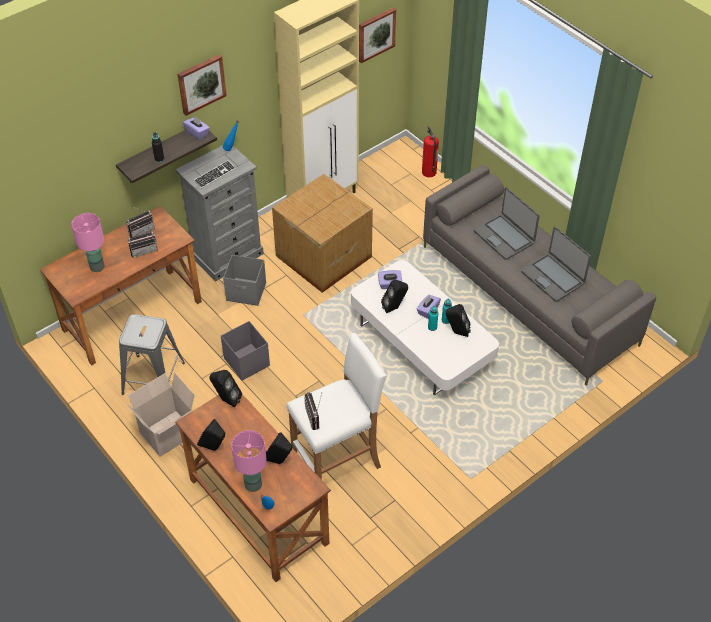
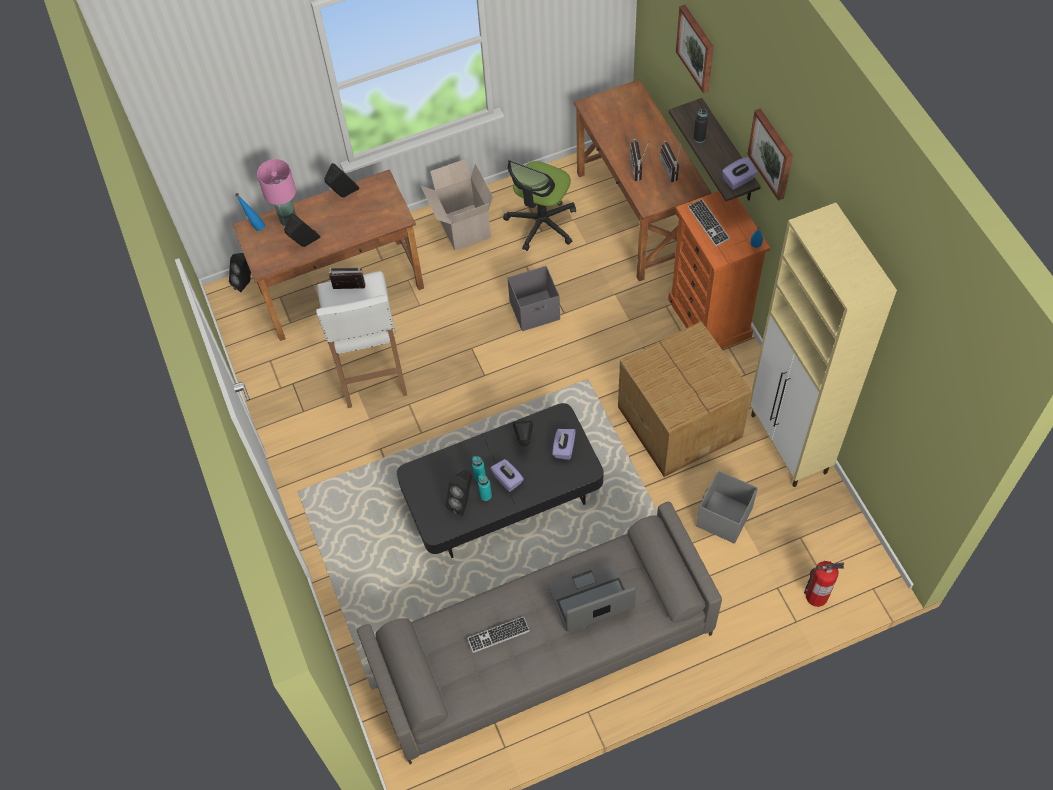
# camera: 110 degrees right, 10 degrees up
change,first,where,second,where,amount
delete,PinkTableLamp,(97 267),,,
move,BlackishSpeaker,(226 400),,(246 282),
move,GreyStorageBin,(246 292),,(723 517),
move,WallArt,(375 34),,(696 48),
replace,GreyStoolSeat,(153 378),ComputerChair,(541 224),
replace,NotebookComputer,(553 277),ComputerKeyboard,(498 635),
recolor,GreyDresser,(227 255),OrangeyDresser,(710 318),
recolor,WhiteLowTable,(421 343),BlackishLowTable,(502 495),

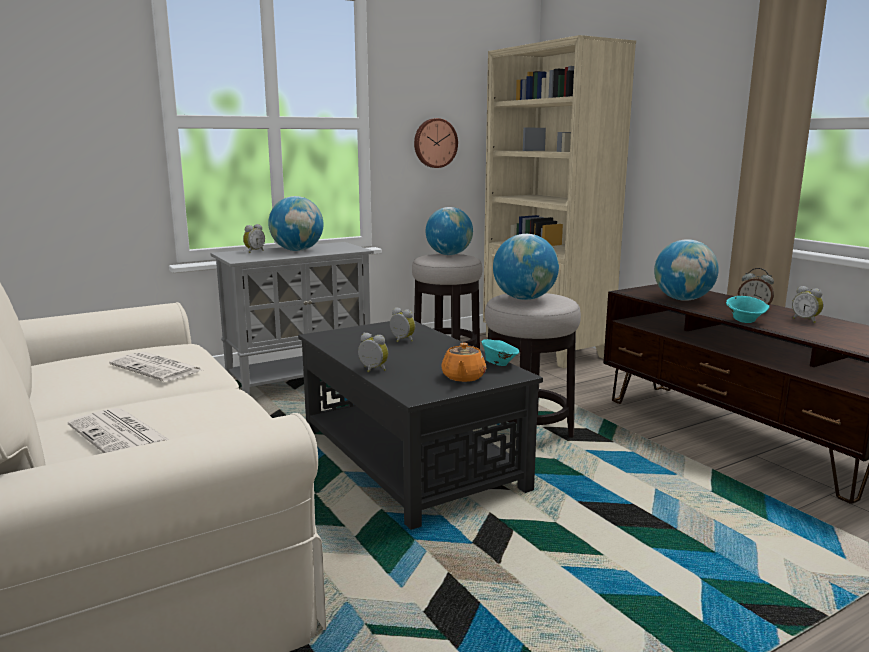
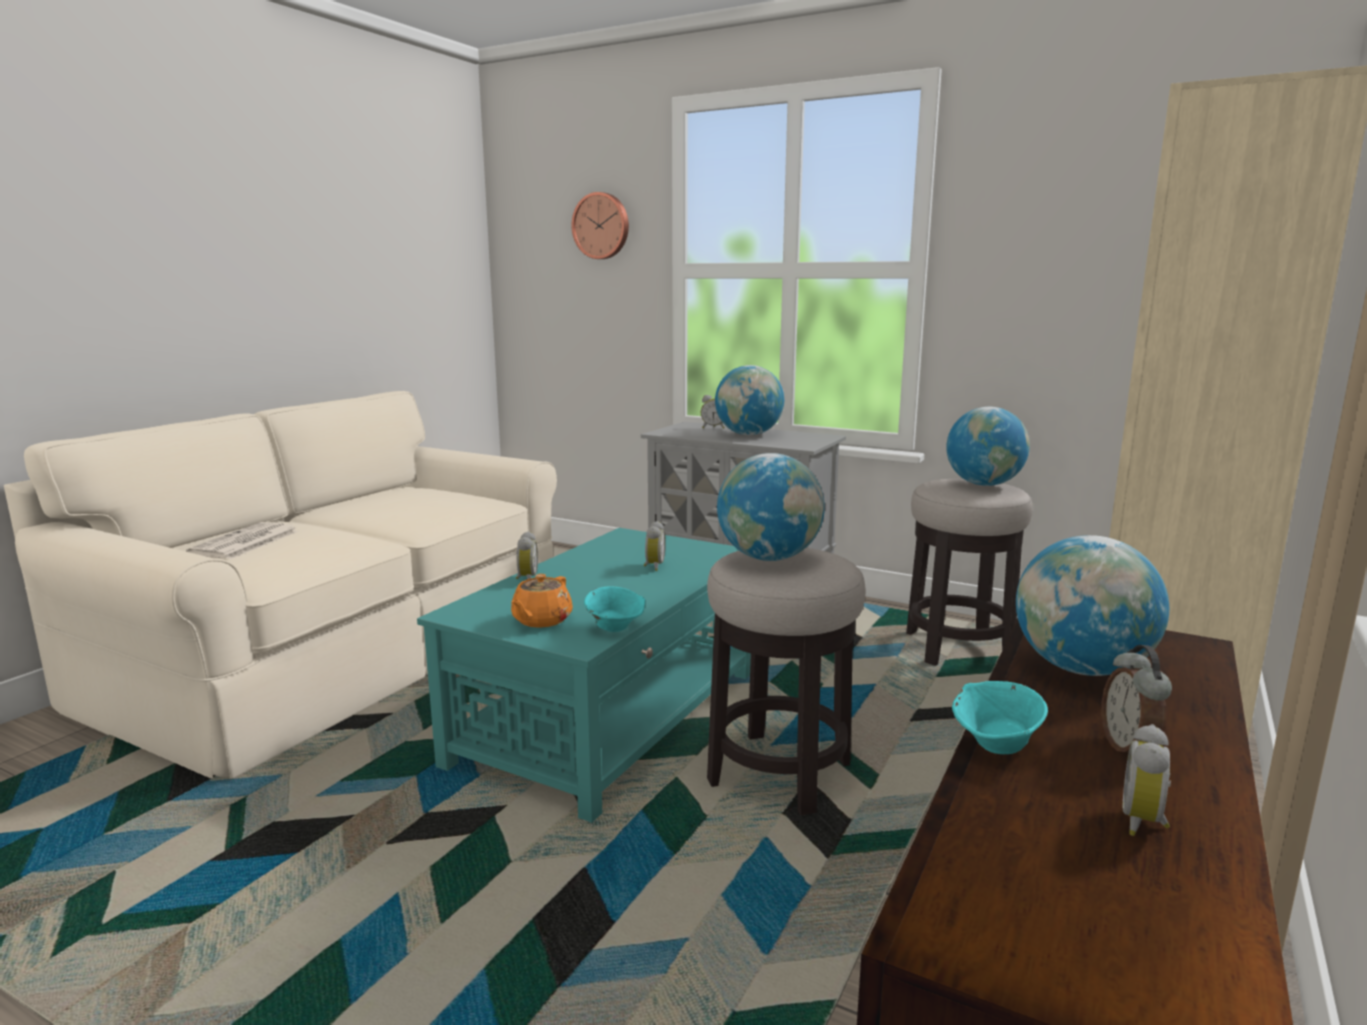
# camera: 60 degrees right, 0 degrees up
change,first,where,second,where,amount
delete,PrintedPaper,(158 368),,,
move,ClockOnTheWall,(434 143),,(602 226),
recolor,BlackishLowTable,(409 458),BlueGreenLowTable,(611 717),
rotate,OrangeyTeapot,(463 377),,(541 620),45 degrees counterclockwise

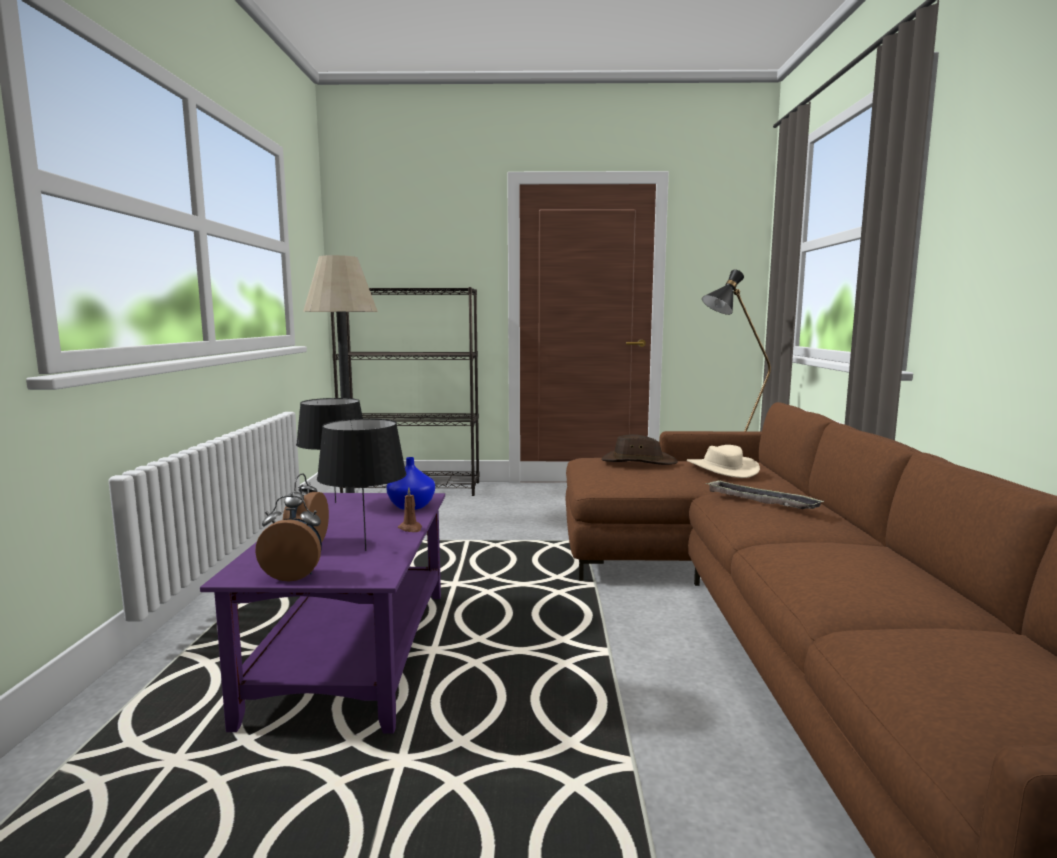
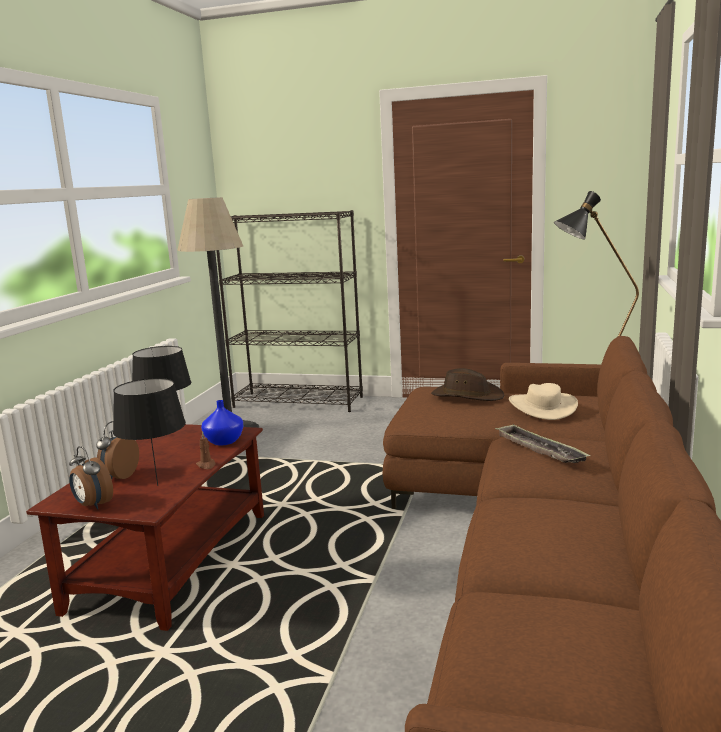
# camera: 15 degrees right, 5 degrees up
change,first,where,second,where,amount
recolor,PurpleColouredLowTable,(354 654),BrownishLowTable,(172 562),
rotate,BedsideClock,(294 575),,(93 505),150 degrees counterclockwise

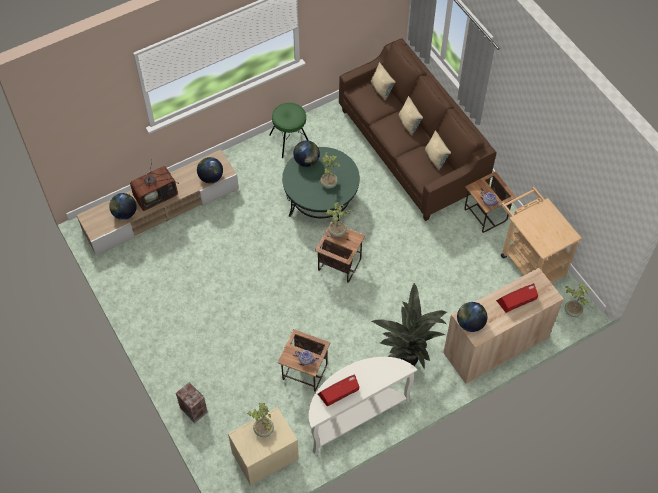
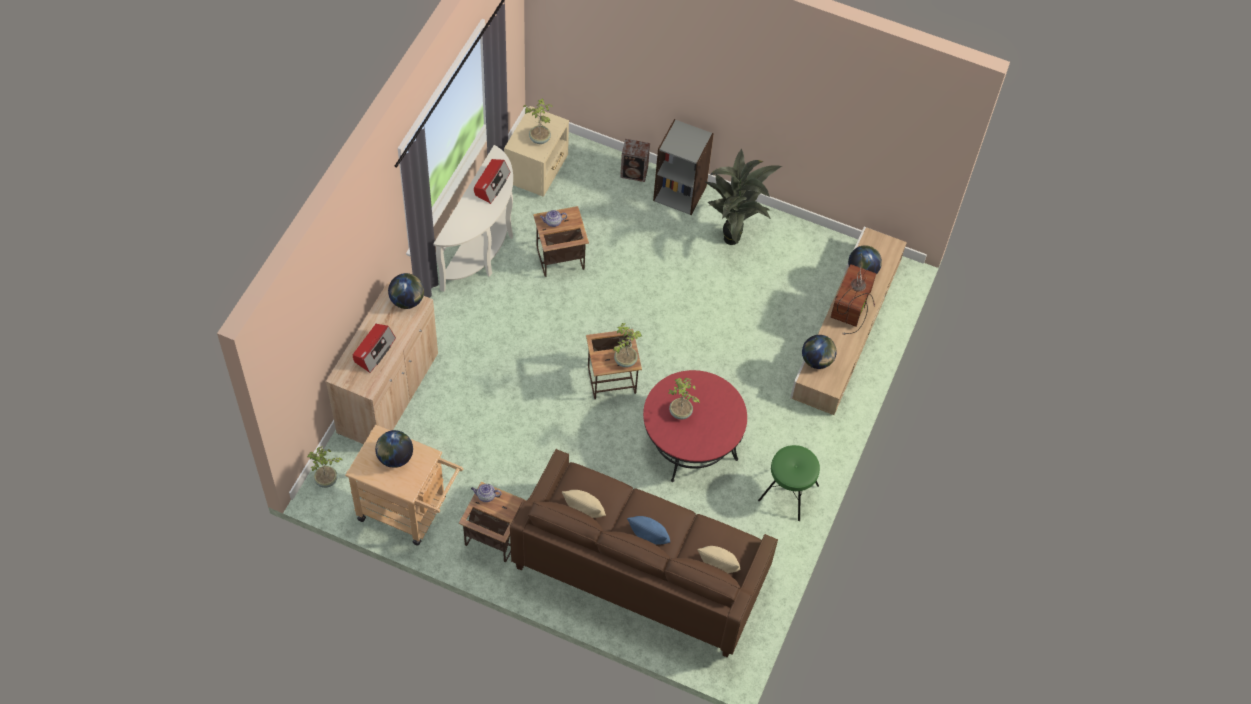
# camera: 140 degrees right, 0 degrees up
change,first,where,second,where,amount
insert,,,GreyBookshelf,(680 192),
move,DeskGlobe,(306 161),,(395 457),
move,PottedPlant,(408 361),,(733 241),
recolor,GreenColouredLowTable,(321 200),RedLowTable,(691 441),
recolor,BeigeColouredPillow,(409 124),BlueColouredPillow,(648 537),

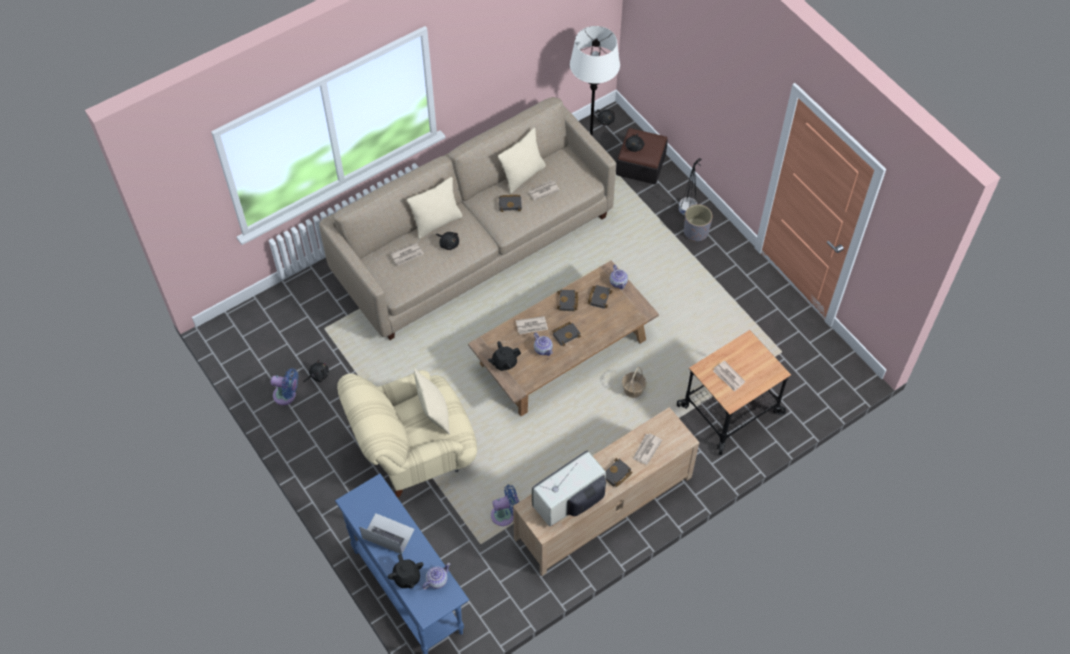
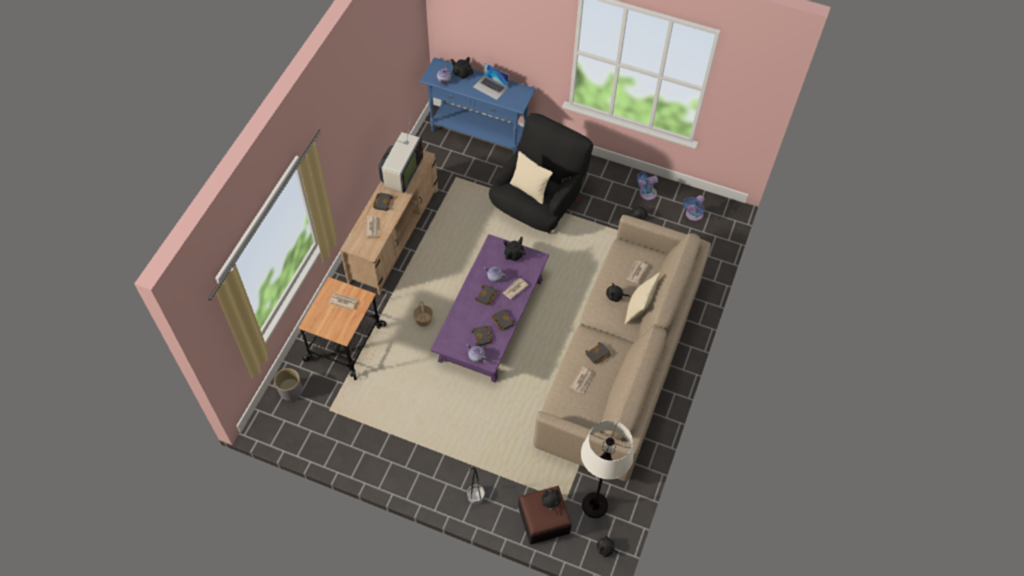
# camera: 145 degrees right, 0 degrees up
change,first,where,second,where,amount
delete,BeigeColouredPillow,(523 175),,,
move,BlueColouredFan,(505 514),,(693 215),
move,GreyFlowerPot,(695 232),,(291 391),
recolor,BeigeColouredEasyChair,(414 452),BlackishEasyChair,(538 204),
recolor,BrownishLowTable,(563 351),PurpleColouredLowTable,(492 320),
rotate,NotebookComputer,(388 533),,(490 87),45 degrees clockwise

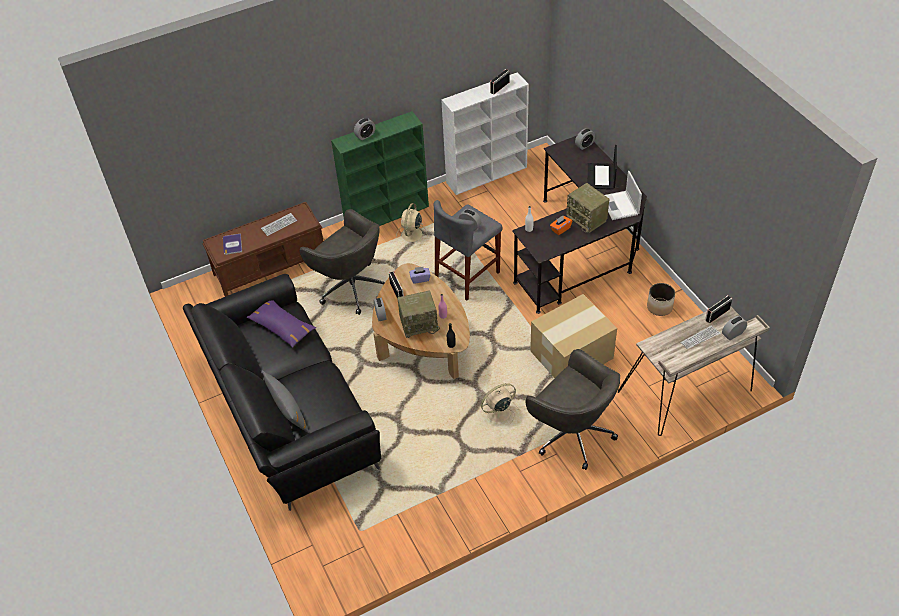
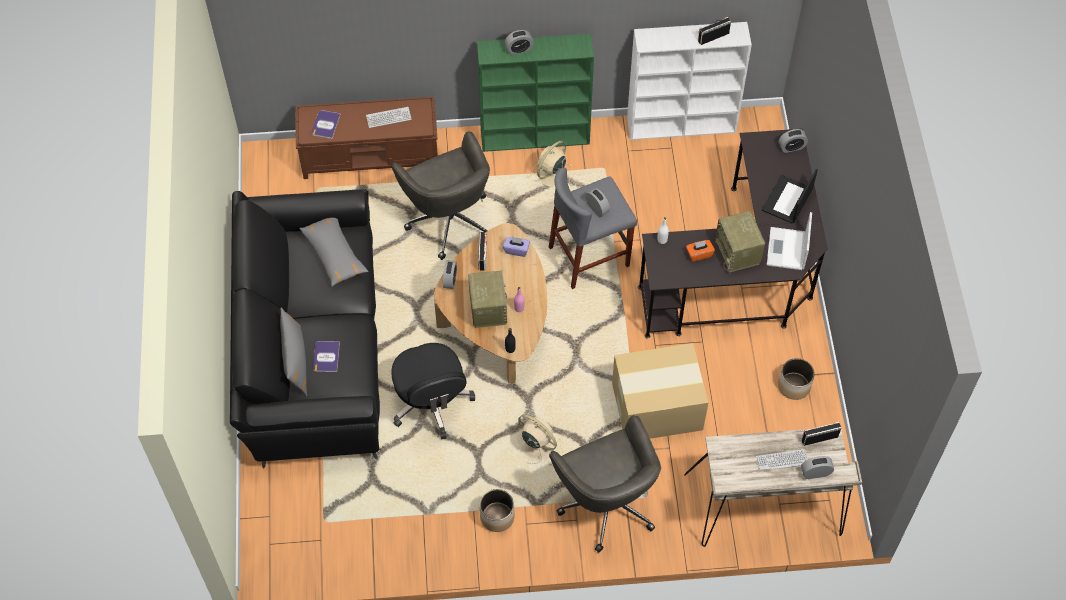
# camera: 20 degrees right, 10 degrees up
change,first,where,second,where,amount
insert,,,Book,(326 357),
insert,,,BlackishComputerChair,(431 402),
insert,,,FlowerPot,(496 517),
recolor,PurpleColouredPillow,(282 327),GreyPillow,(334 254),
rotate,RadioSet,(419 324),,(487 308),105 degrees counterclockwise
rotate,BeigeColouredFan,(497 413),,(536 445),45 degrees clockwise

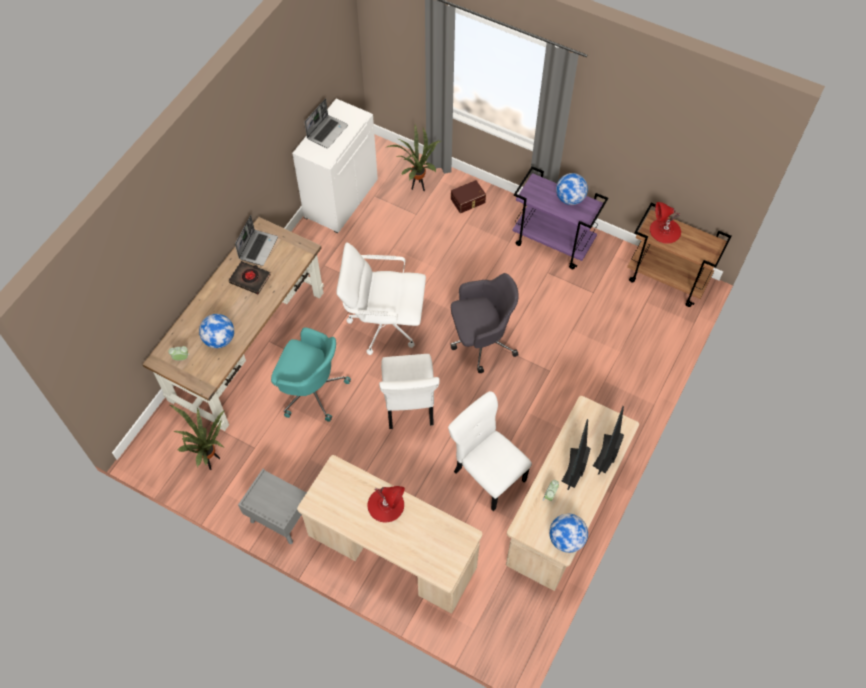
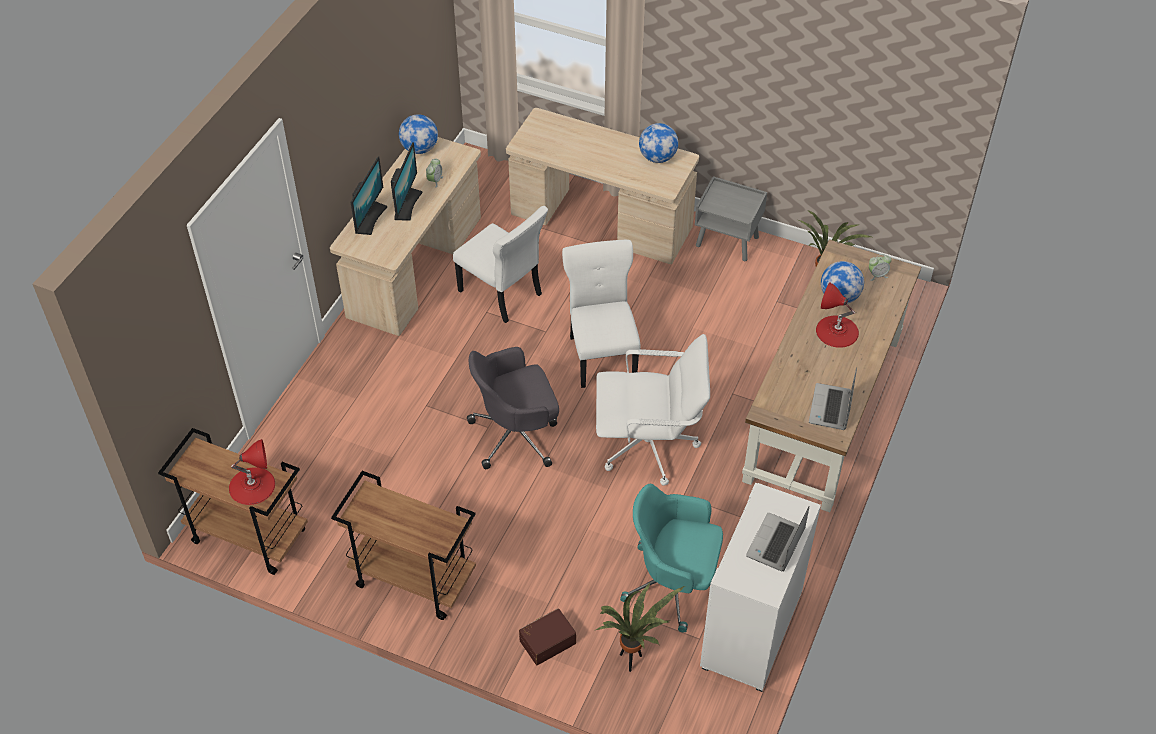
# camera: 175 degrees right, 10 degrees down
change,first,where,second,where,amount
delete,BlackishBook,(250 279),,,
move,BlueGreenComputerChair,(311 390),,(674 584),
move,RedTableLamp,(386 504),,(837 331),
move,DeskGlobe,(570 199),,(657 157),
recolor,PurpleColouredWheeledCart,(553 243),BrownishWheeledCart,(412 580),

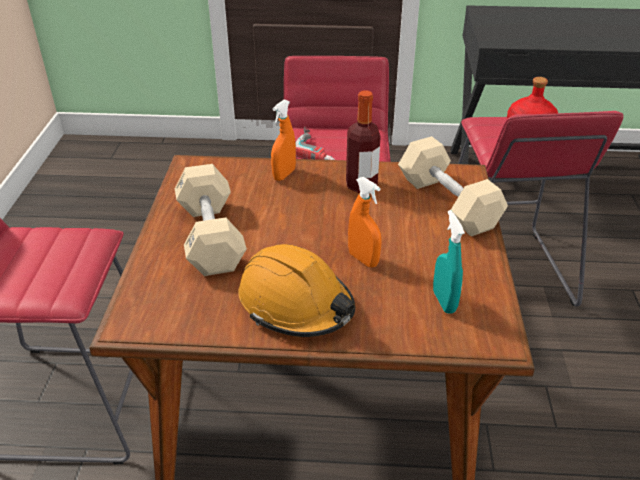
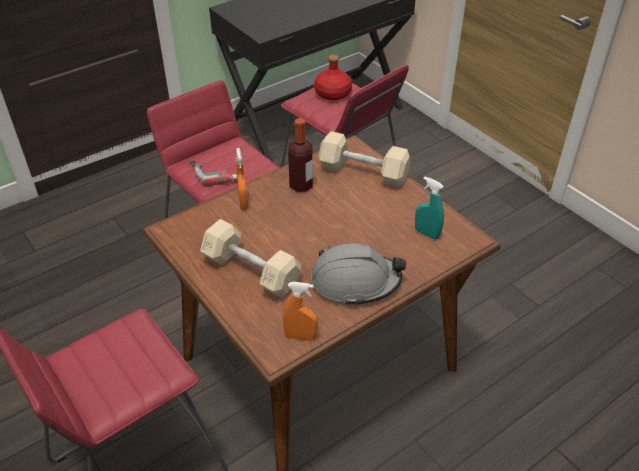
# camera: 40 degrees left, 5 degrees up
change,first,where,second,where,amount
move,OrangeySprayer,(363 259),,(300 336),
recolor,OrangeyWorkHelmet,(296 304),GreyWorkHelmet,(355 281),

